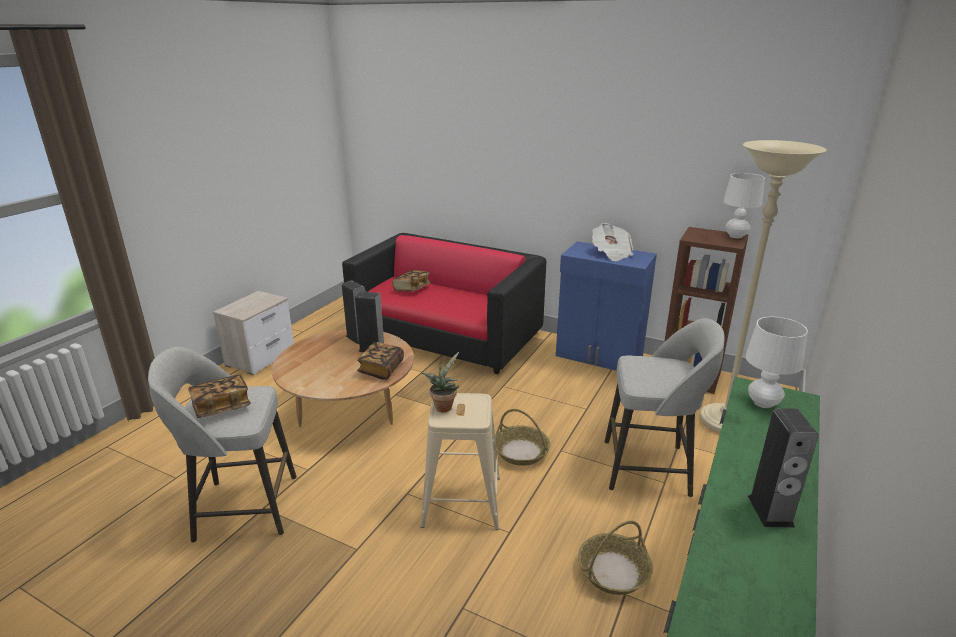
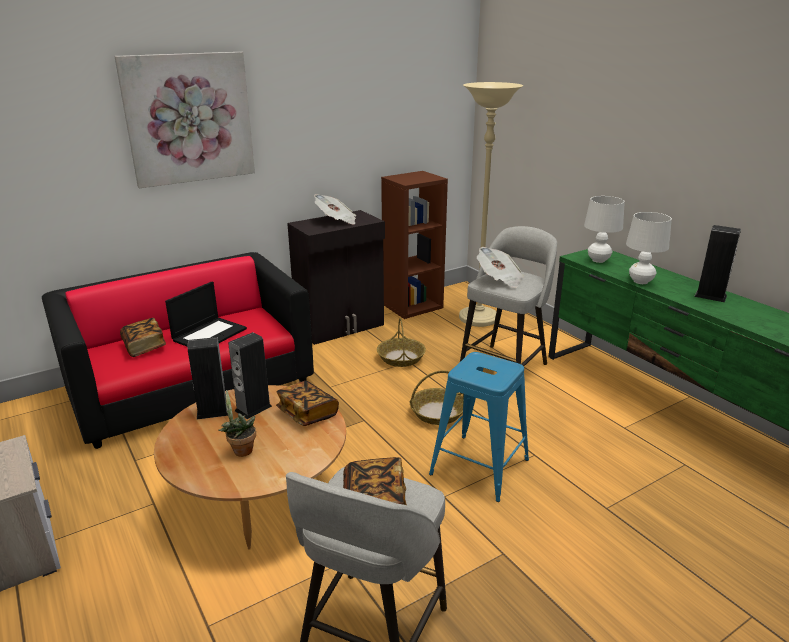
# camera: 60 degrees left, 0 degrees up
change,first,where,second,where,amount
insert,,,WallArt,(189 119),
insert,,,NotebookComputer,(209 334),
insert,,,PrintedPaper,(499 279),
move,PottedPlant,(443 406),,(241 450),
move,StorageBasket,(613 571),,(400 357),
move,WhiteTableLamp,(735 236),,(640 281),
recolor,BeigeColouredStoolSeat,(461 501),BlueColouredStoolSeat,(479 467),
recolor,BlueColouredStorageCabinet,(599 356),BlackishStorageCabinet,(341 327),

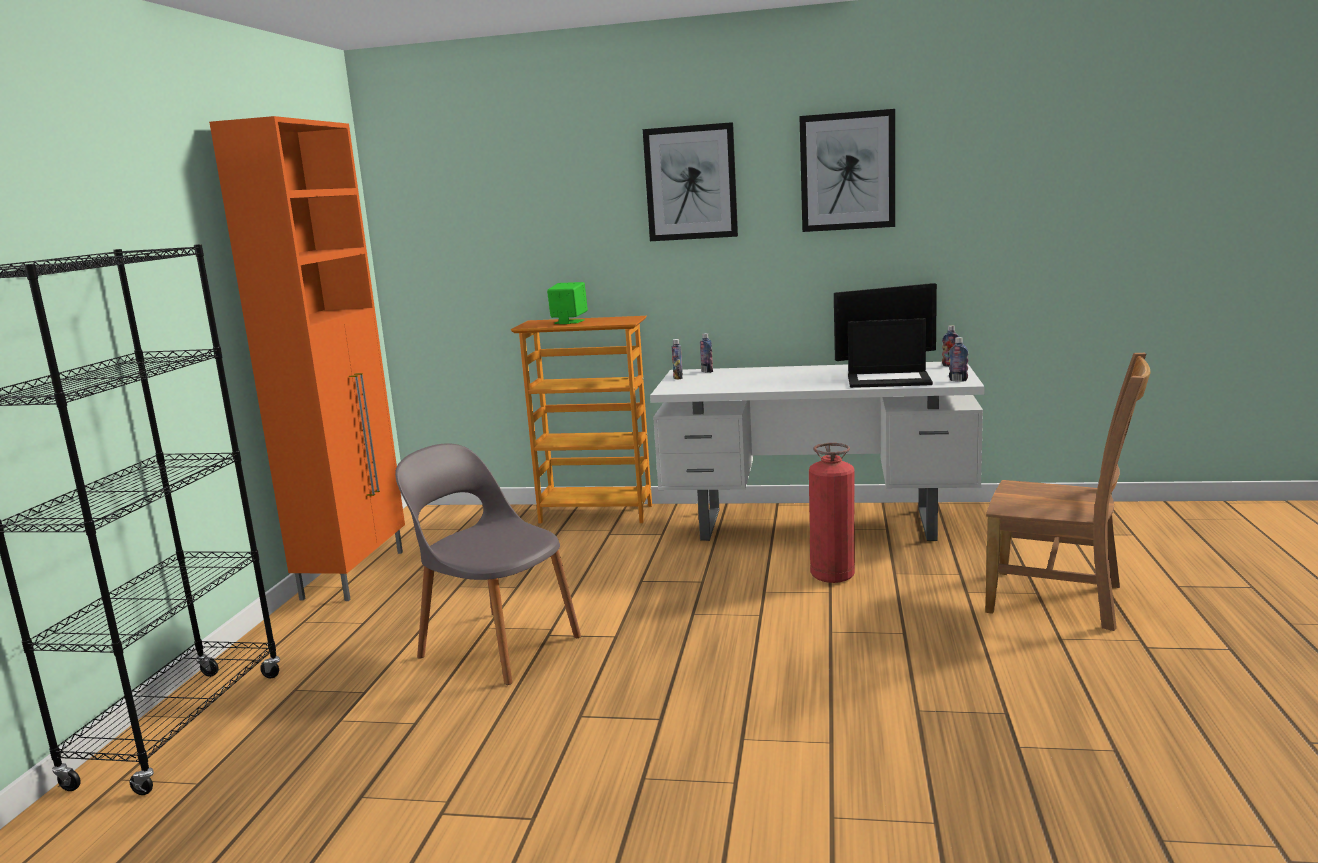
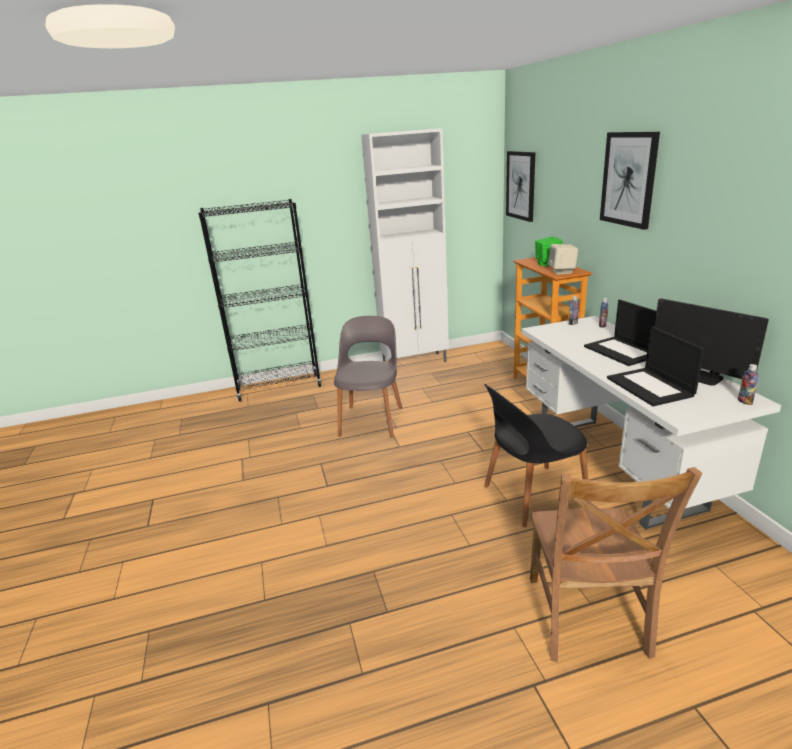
# camera: 65 degrees right, 10 degrees up
change,first,where,second,where,amount
delete,BeverageBottle,(958 380),,,
insert,,,BeigeColouredSpeaker,(562 271),
insert,,,NotebookComputer,(622 351),
move,WallArt,(847 171),,(521 185),
replace,Extinguisher,(832 576),BlackishUprightChair,(532 495),
recolor,OrangeyStorageCabinet,(356 574),WhiteStorageCabinet,(415 362),

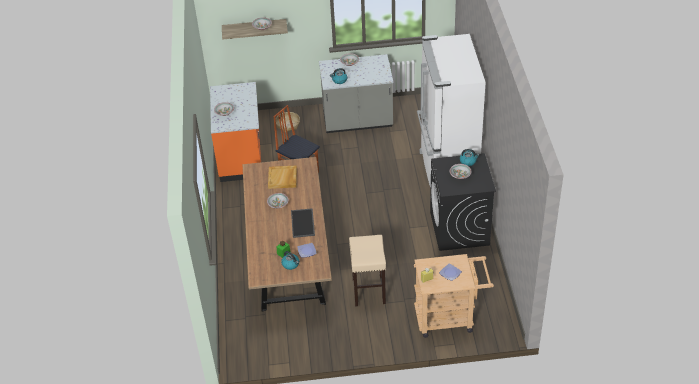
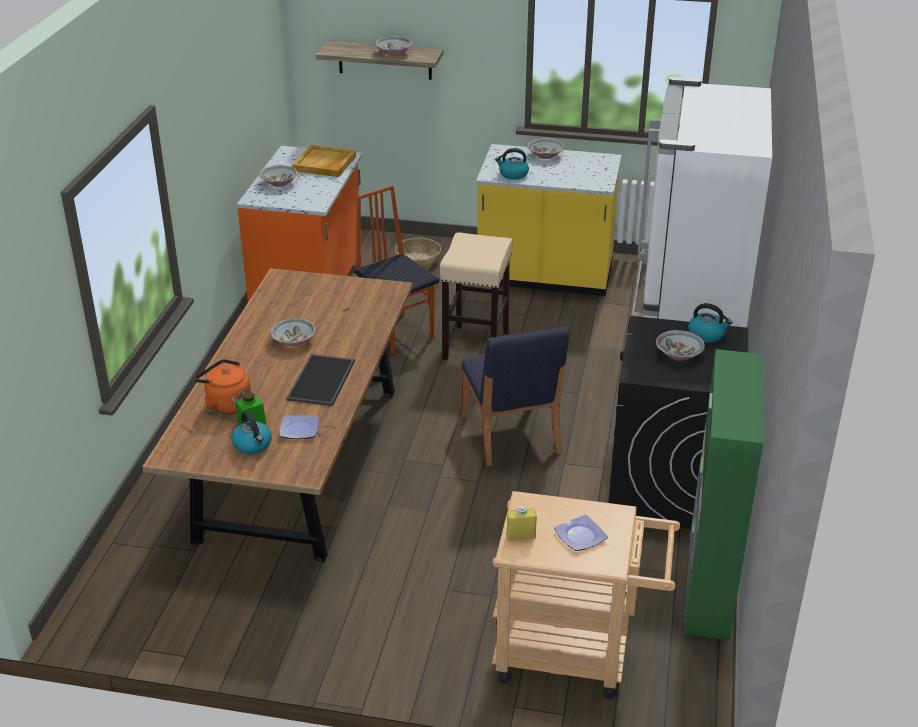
# camera: 15 degrees right, 10 degrees down
change,first,where,second,where,amount
insert,,,OrangeyTeaKettle,(226 404),
insert,,,BlueColouredUprightChair,(510 435),
insert,,,GreenColouredStorageCabinet,(708 587),
move,BeigeColouredCarryingTray,(282 178),,(324 164),
move,BeigeColouredStoolSeat,(369 291),,(476 346),
recolor,GreyKitchenBaseUnit,(357 121),YellowKitchenBaseUnit,(545 277),

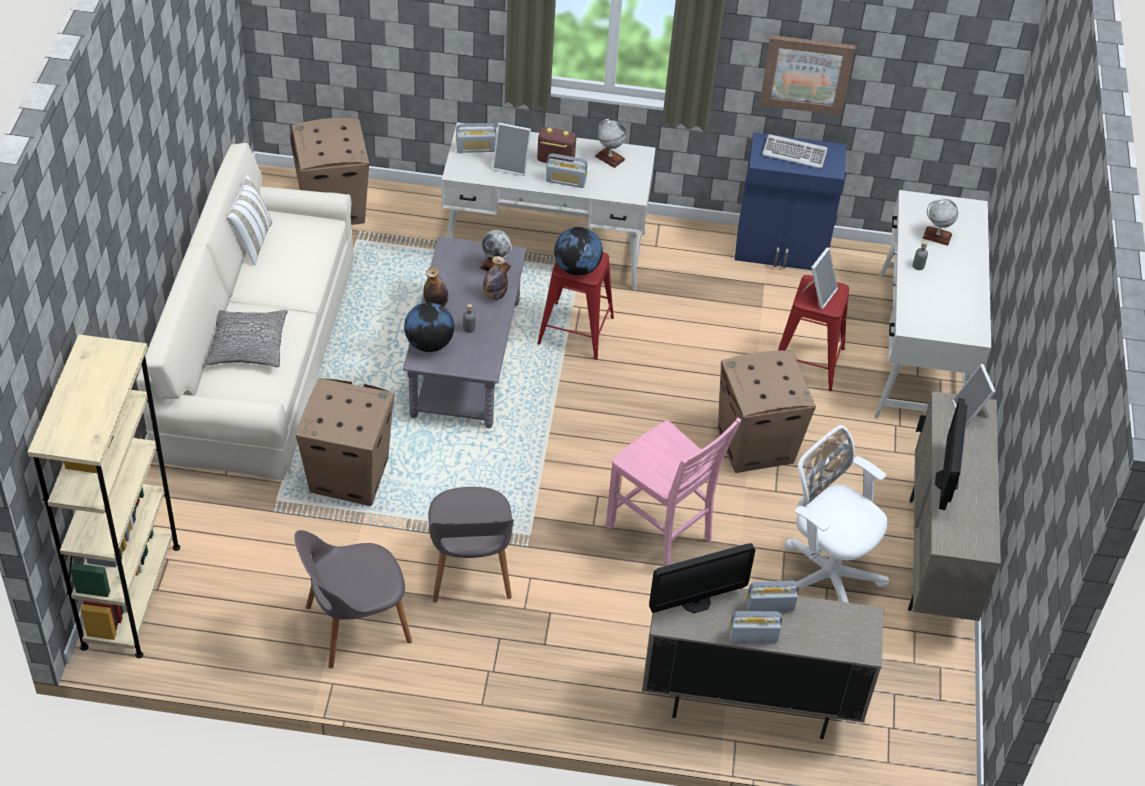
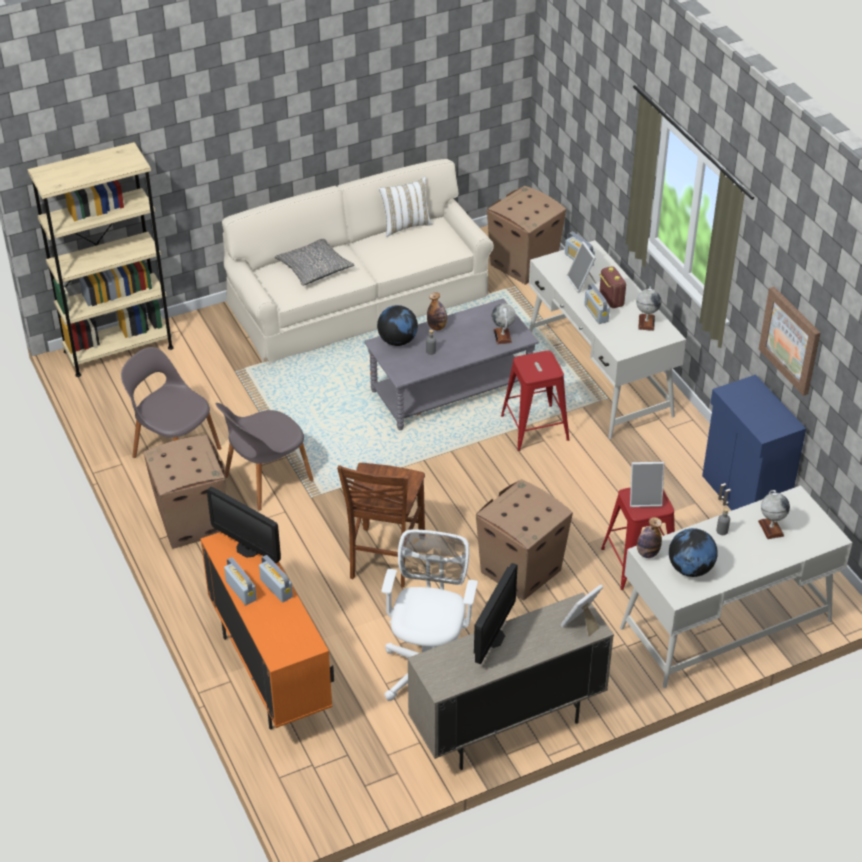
# camera: 60 degrees right, 5 degrees down
change,first,where,second,where,amount
delete,ComputerKeyboard,(794 153),,,
move,Carton,(348 475),,(192 522),
move,BeverageBottle,(494 295),,(647 553),
move,DeskGlobe,(577 268),,(690 569),
recolor,PinkUprightChair,(661 534),BrownishUprightChair,(384 558),
recolor,BeigeColouredStorageCabinet,(748 702),OrangeyStorageCabinet,(270 673),
rotate,ComputerDisplay,(946 481),,(492 637),135 degrees clockwise

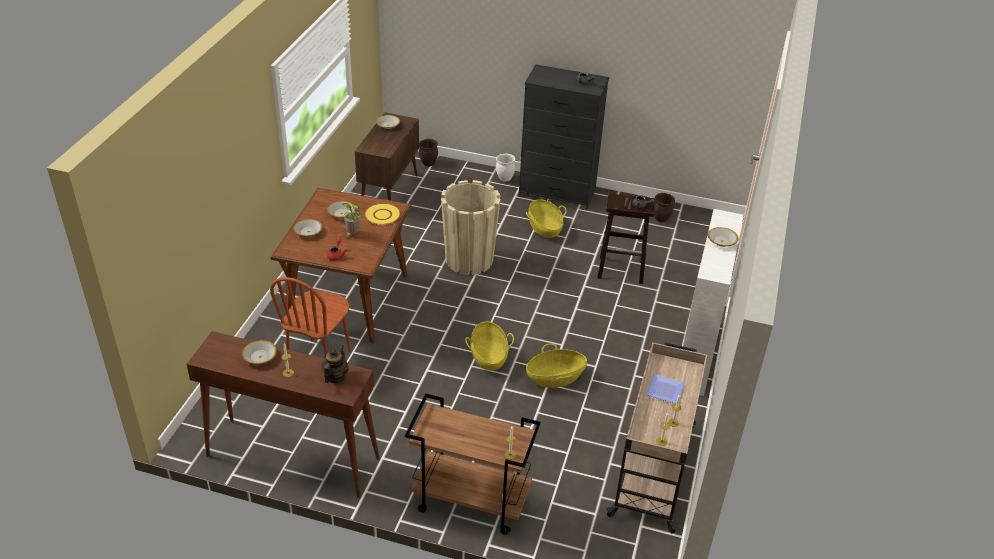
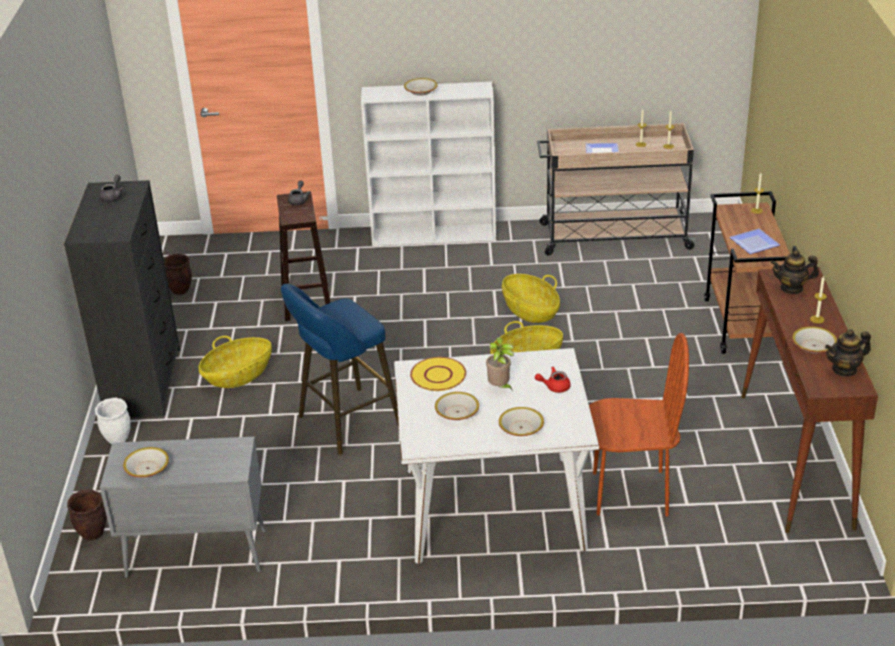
# camera: 105 degrees left, 5 degrees down
change,first,where,second,where,amount
insert,,,Plate,(752 243),
insert,,,Teapot,(844 369),
replace,BeigeColouredFlowerPot,(469 260),BlueColouredStoolSeat,(344 423),
recolor,BrownishDiningTable,(348 299),WhiteDiningTable,(493 508),
recolor,BrownishStorageCabinet,(389 191),GreyStorageCabinet,(195 554),

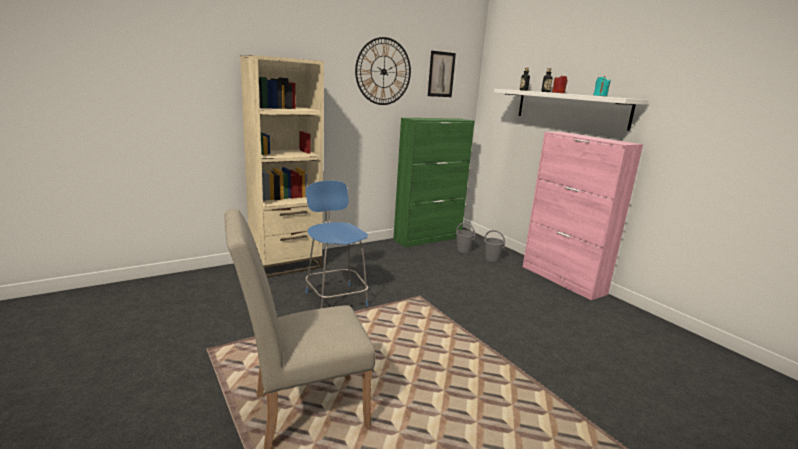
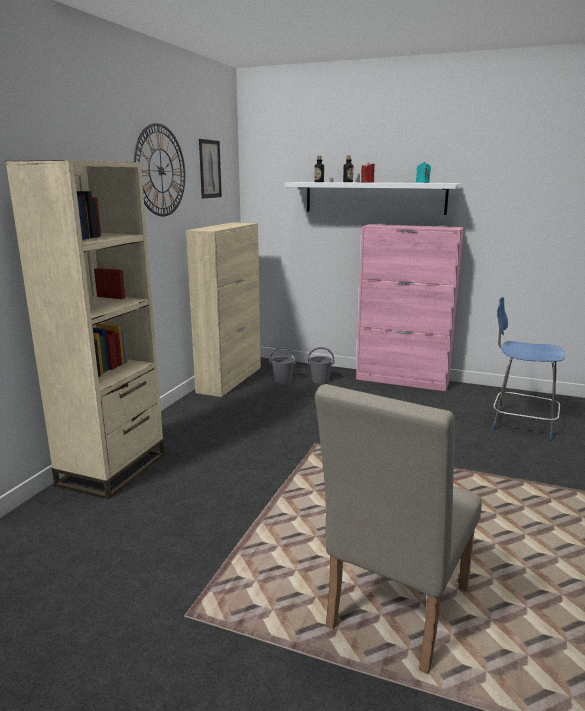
# camera: 35 degrees left, 0 degrees up
change,first,where,second,where,amount
move,BlueColouredStoolSeat,(335 298),,(520 423),
recolor,GreenColouredStorageCabinet,(428 238),BeigeColouredStorageCabinet,(230 379),

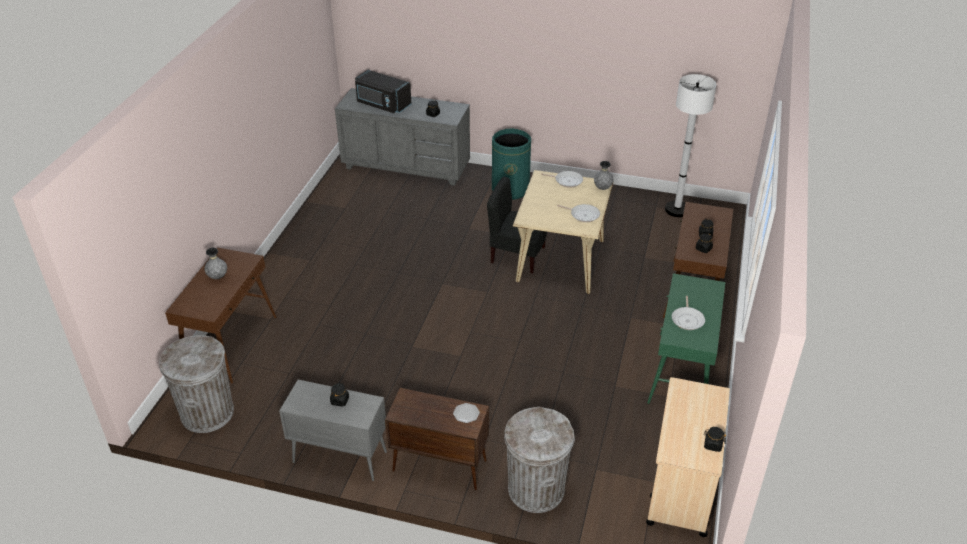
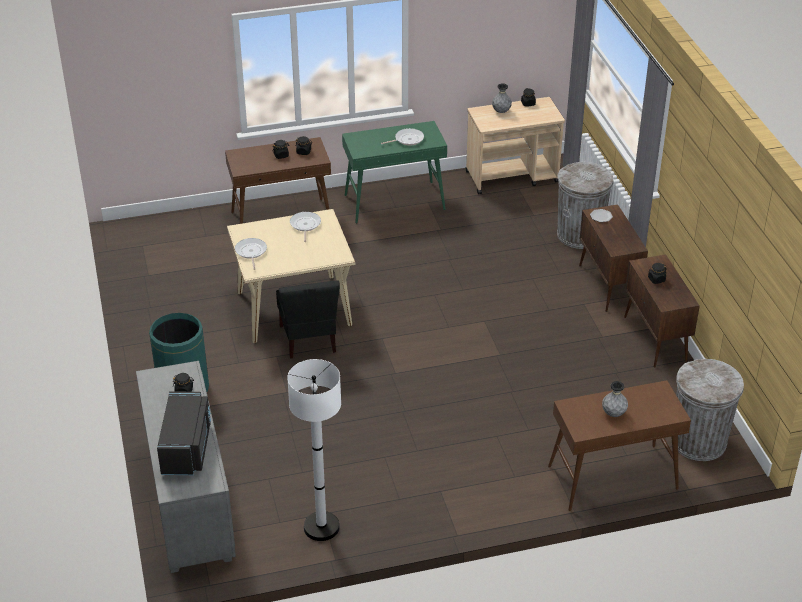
# camera: 120 degrees left, 0 degrees up
change,first,where,second,where,amount
move,GreyDecorativeVase,(602 188),,(501 111),
move,WhiteStandardLamp,(677 210),,(321 527),
recolor,GreyStorageCabinet,(339 457),BrownishStorageCabinet,(655 339),

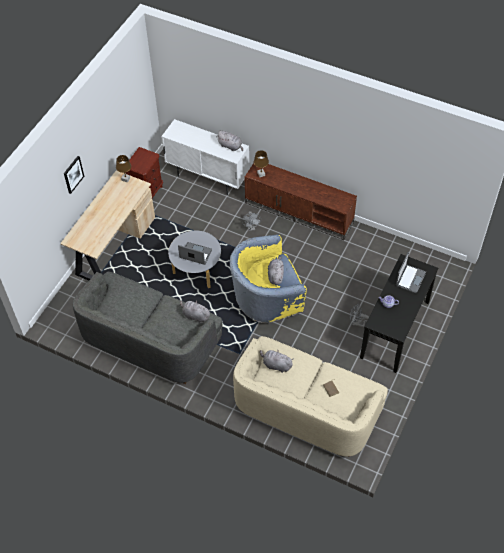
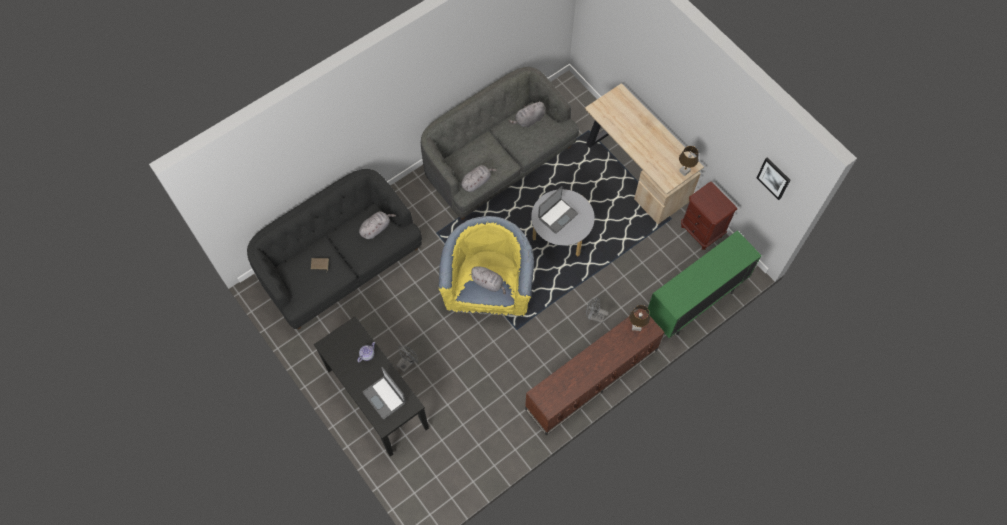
# camera: 115 degrees right, 10 degrees up
change,first,where,second,where,amount
move,WallArt,(73 174),,(774 178),
move,GreyCuddlyToy,(231 146),,(528 120),
recolor,WhiteStorageCabinet,(208 178),GreenColouredStorageCabinet,(694 303),
recolor,BeigeColouredSofa,(306 408),BlackishSofa,(341 264),

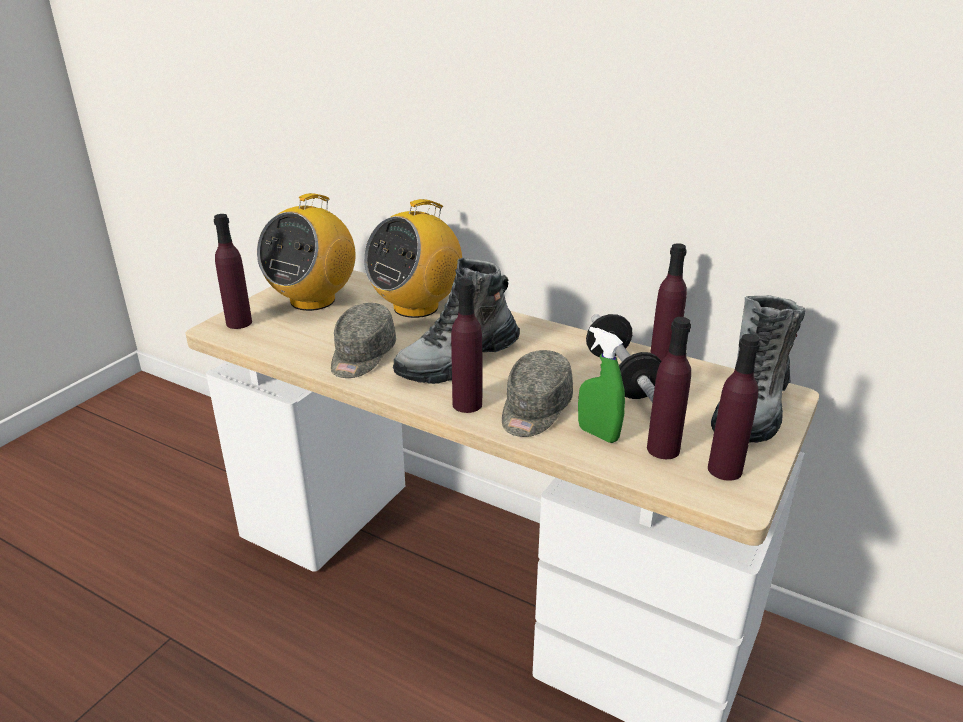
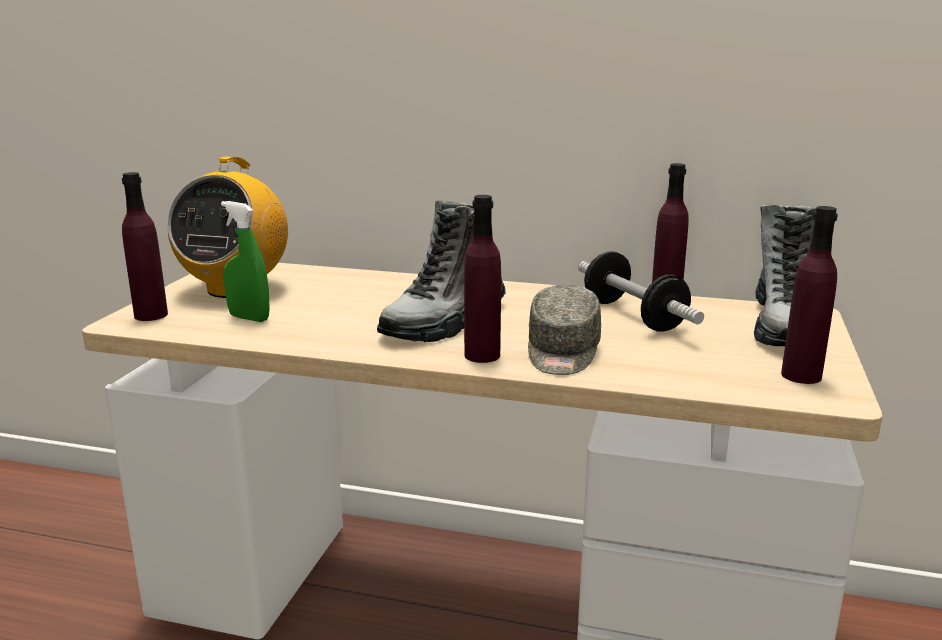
# camera: 15 degrees left, 10 degrees down
change,first,where,second,where,amount
delete,GreyCap,(362 356),,,
delete,RadioSet,(416 307),,,
delete,PurpleColouredBeverageBottle,(663 449),,,
move,GreenColouredSprayer,(598 434),,(249 318),

